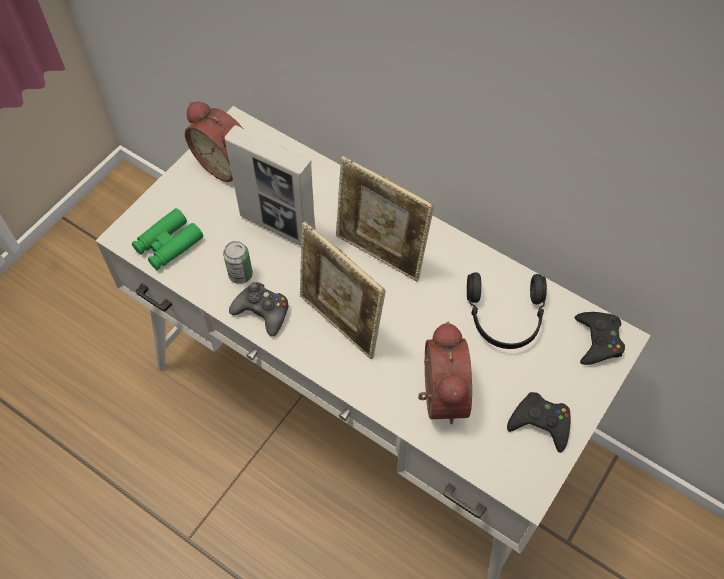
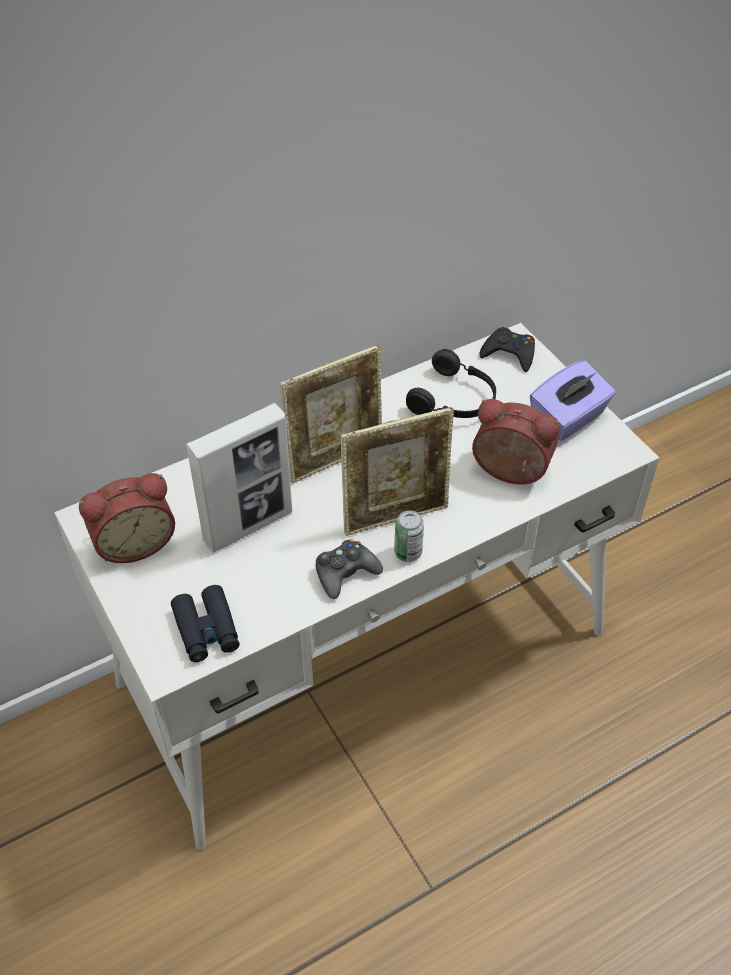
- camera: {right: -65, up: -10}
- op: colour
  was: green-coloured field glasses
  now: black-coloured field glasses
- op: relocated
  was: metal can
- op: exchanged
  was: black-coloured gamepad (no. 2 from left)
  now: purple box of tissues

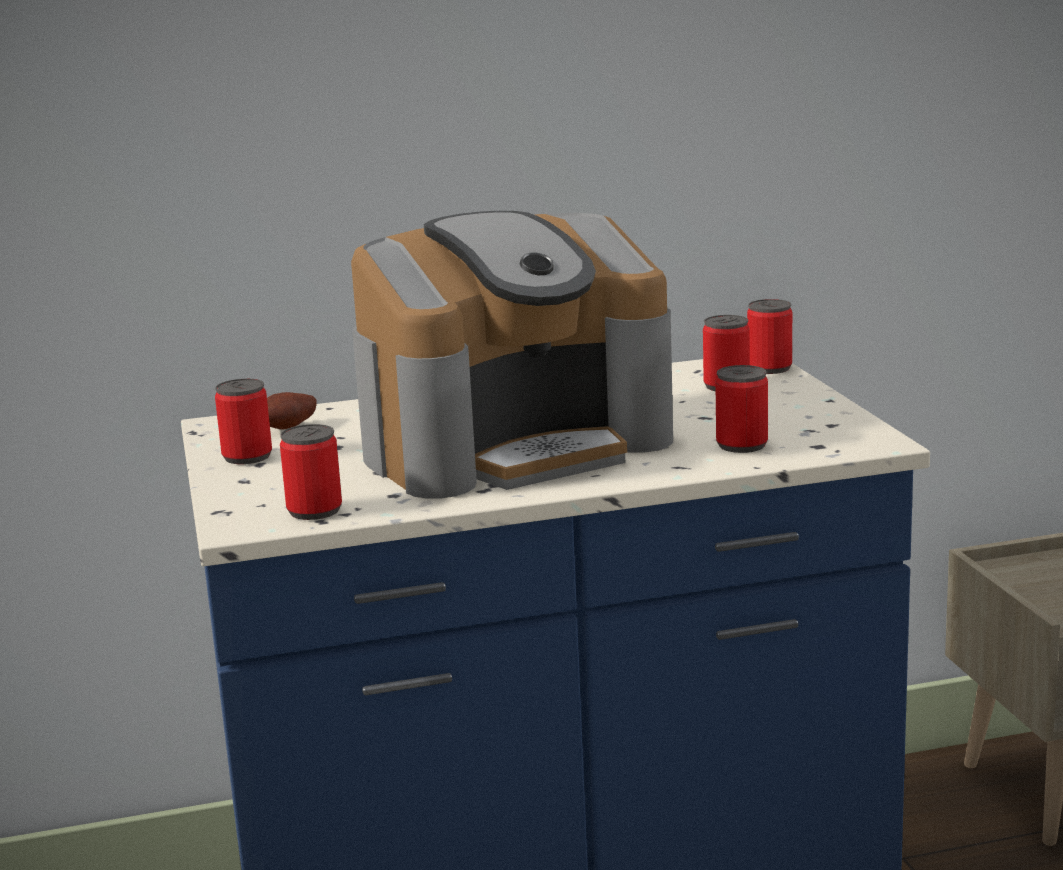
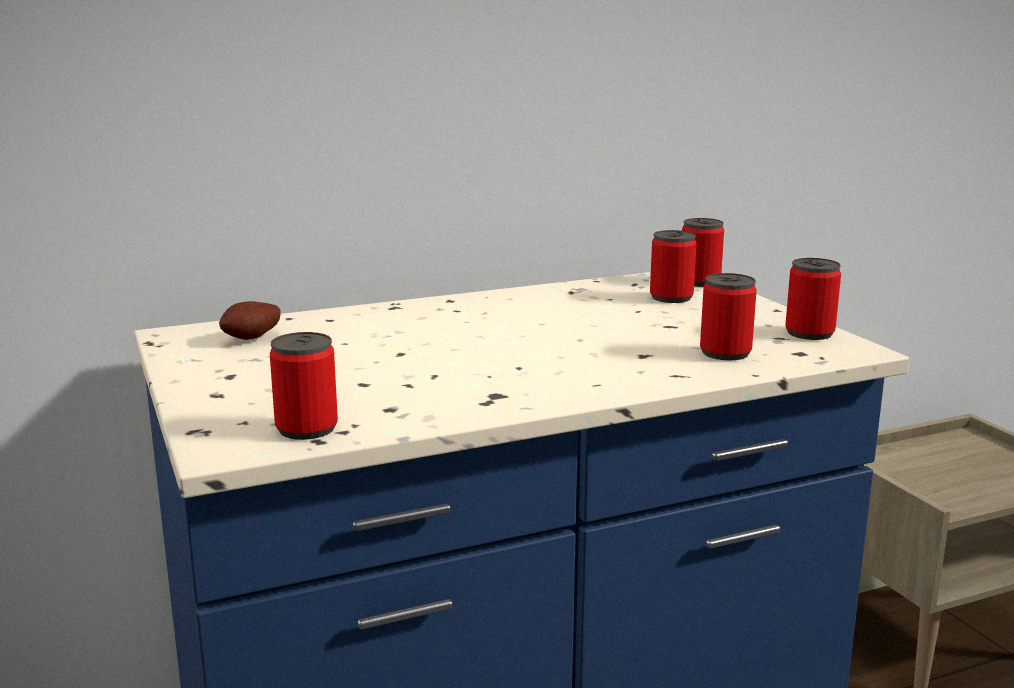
- camera: {right: -10, up: 0}
- op: relocated
  was: metal can (no. 1 from left in the first image)
  now: metal can (no. 5 from left)
- op: missing
  was: coffee machine

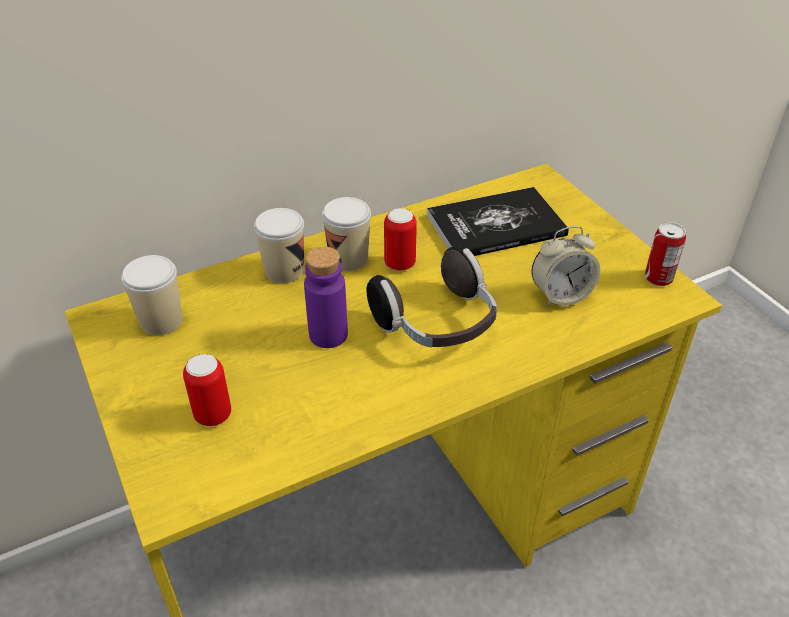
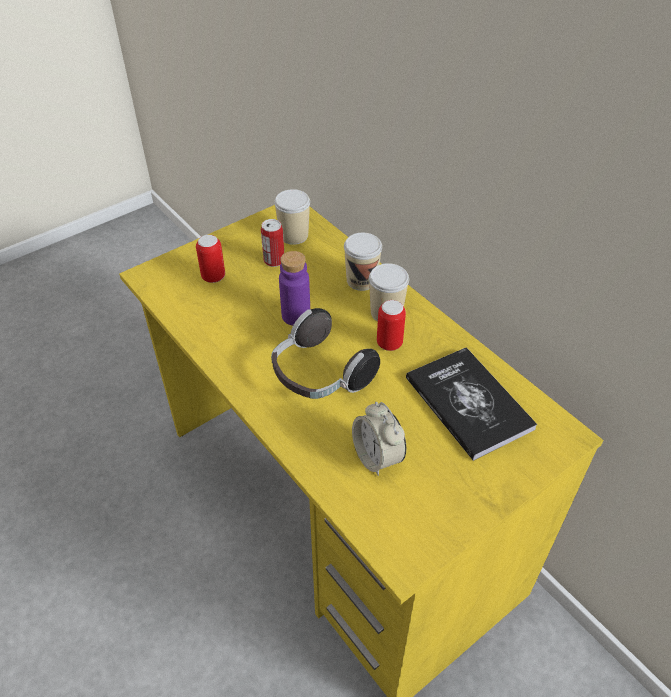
- camera: {right: 80, up: 5}
- op: relocated
  was: metal can (no. 3 from left in the first image)
  now: metal can (no. 2 from left)

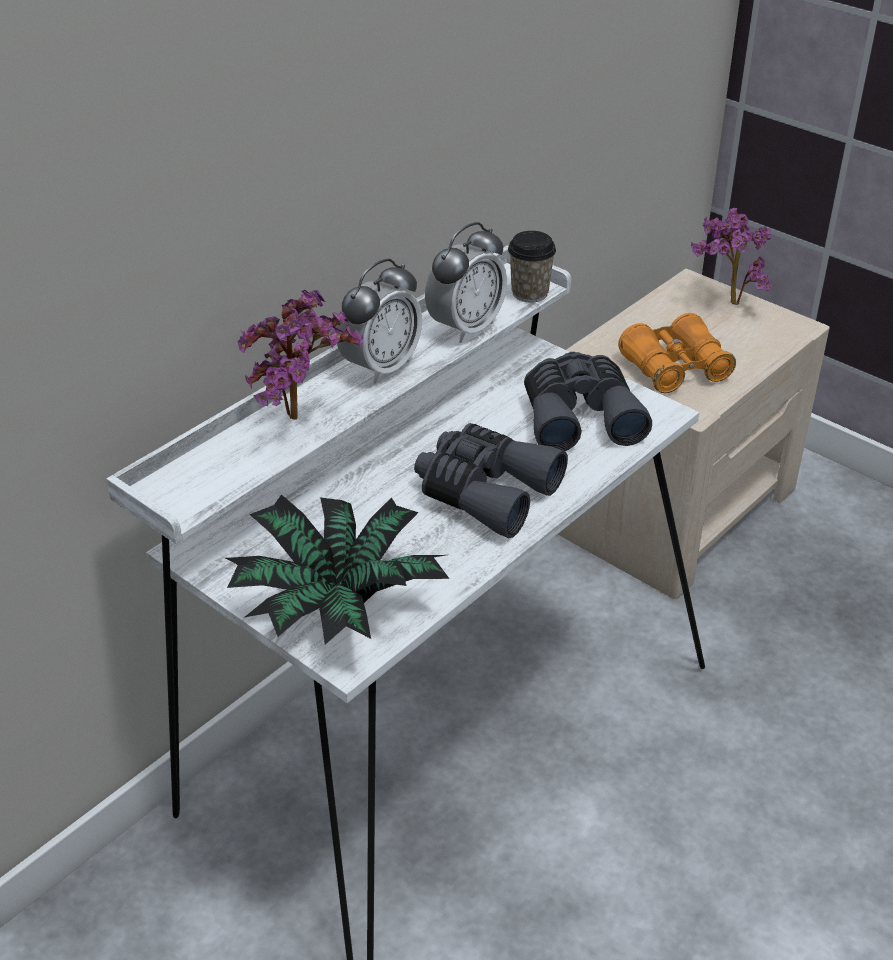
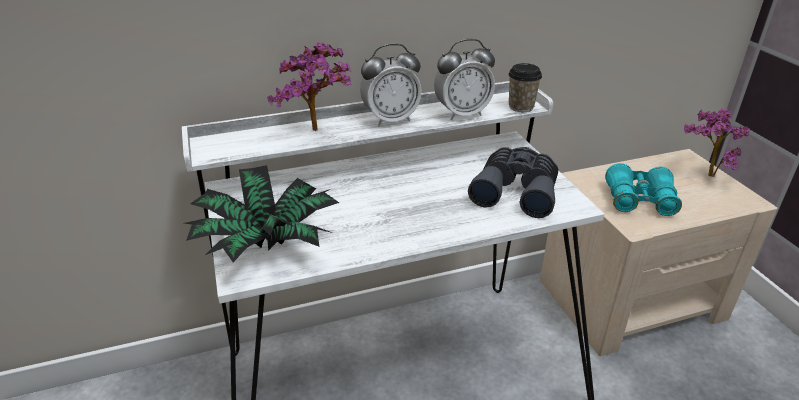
- camera: {right: 30, up: -5}
- op: missing
  was: grey field glasses (no. 1 from left)
- op: colour
  was: orangey field glasses
  now: turquoise field glasses

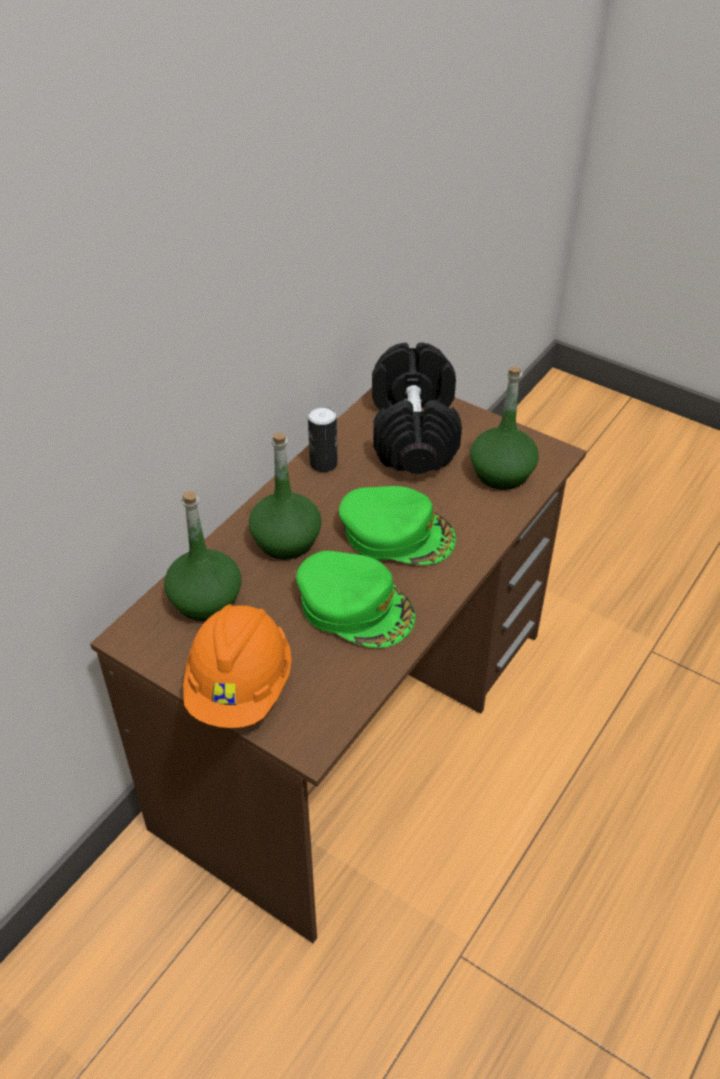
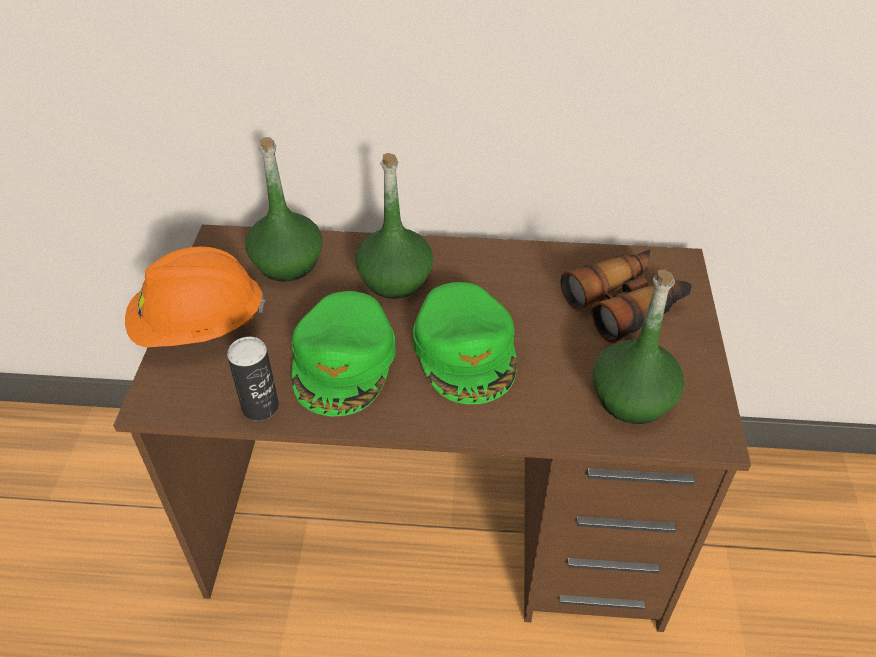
- camera: {right: 60, up: 0}
- op: relocated
  was: metal can
- op: exchanged
  was: black-coloured free weight
  now: field glasses

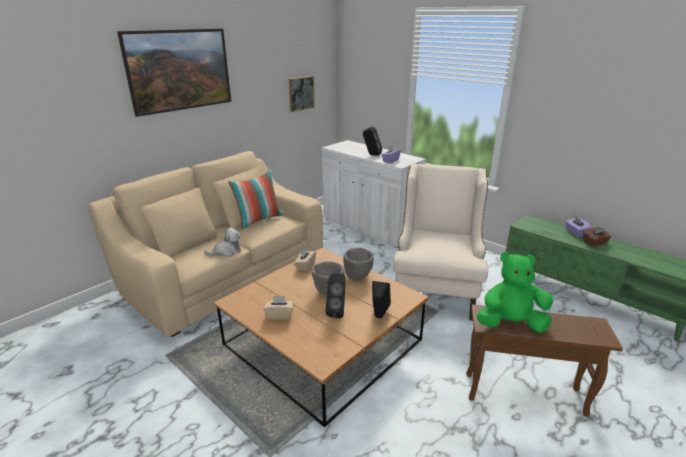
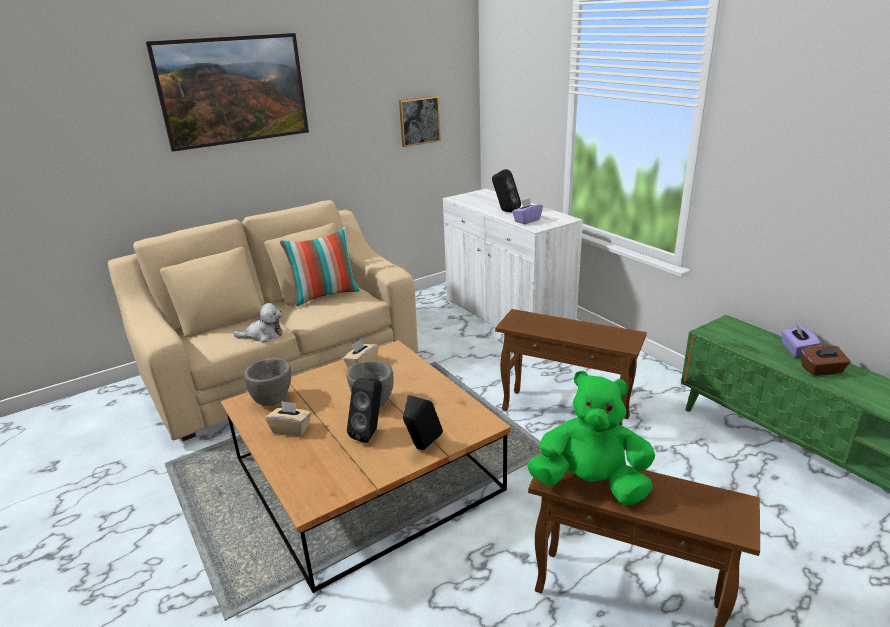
- camera: {right: 15, up: 0}
- op: relocated
  was: grey deep dish (no. 2 from left in the first image)
  now: grey deep dish (no. 1 from left)
- op: exchanged
  was: beige-coloured easy chair
  now: brown-coloured accent table (no. 1 from left)

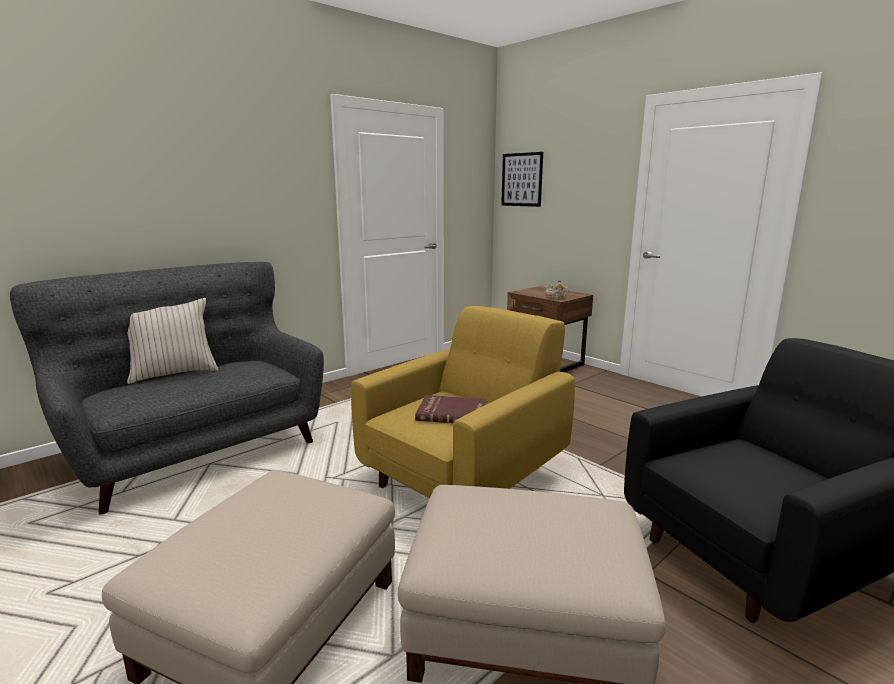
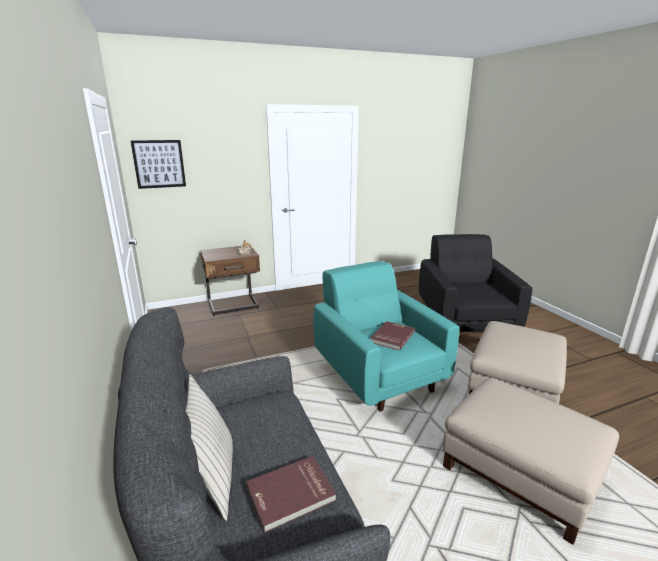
- camera: {right: -70, up: 5}
- op: colour
  was: yellow easy chair
  now: turquoise easy chair
- op: appeared
  now: red-coloured book (no. 1 from left)

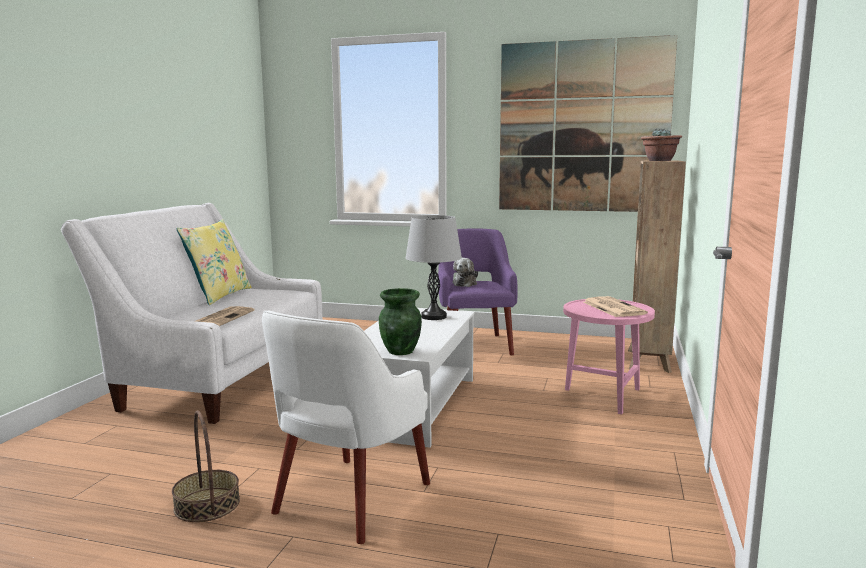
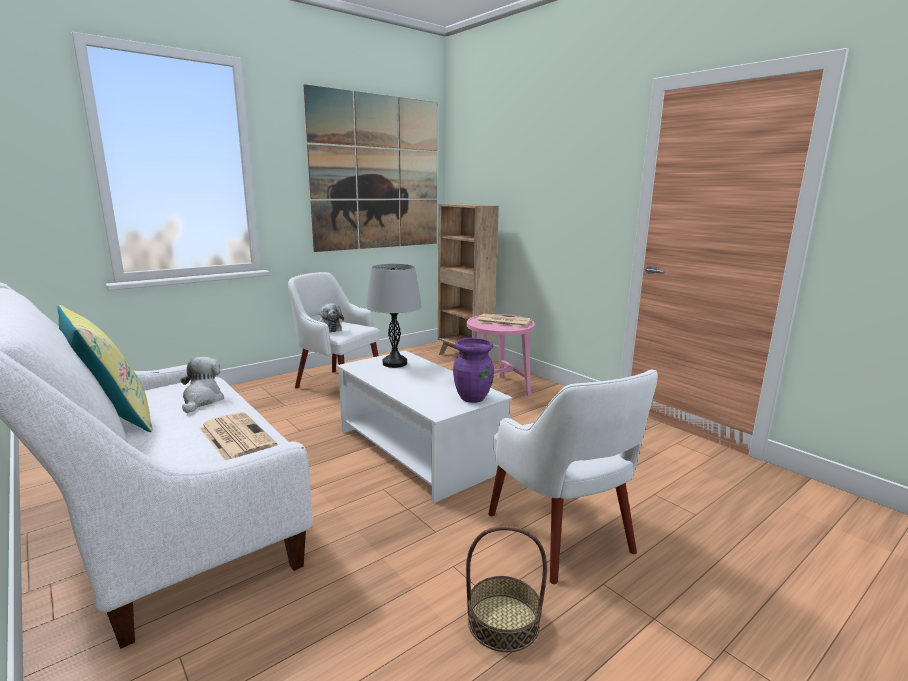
- camera: {right: -55, up: 5}
- op: colour
  was: green-coloured decorative vase
  now: purple decorative vase
- op: colour
  was: purple easy chair
  now: whitish easy chair (no. 1 from left)
- op: missing
  was: plant in a pot
- op: appeared
  now: plush toy (no. 1 from left)

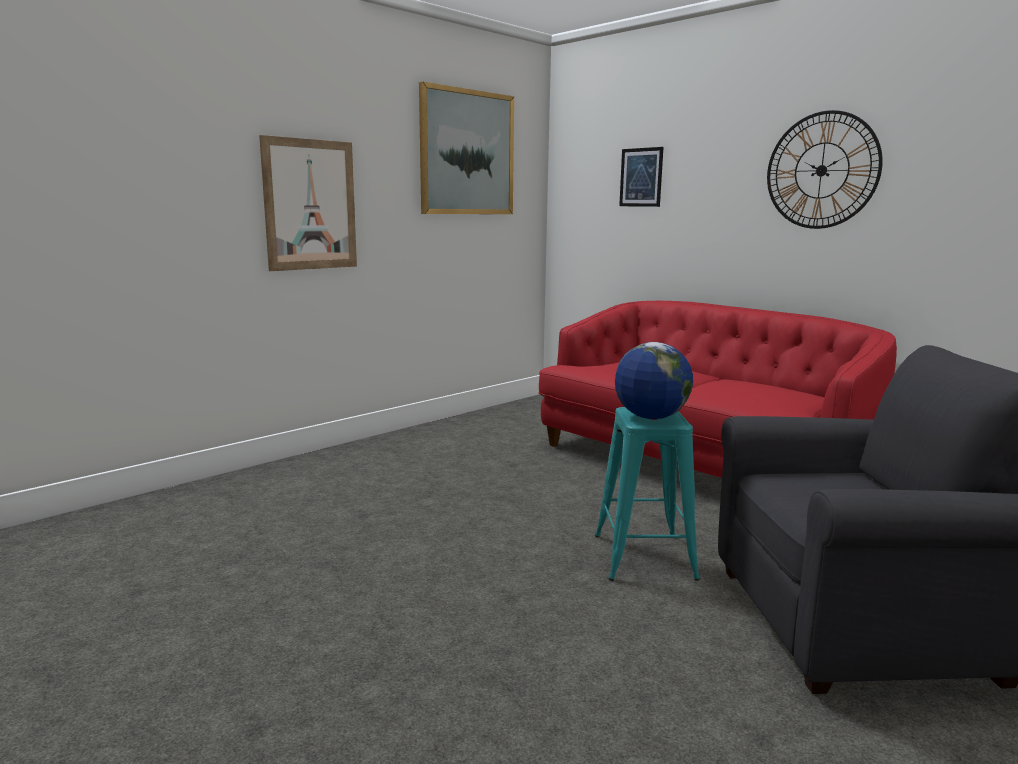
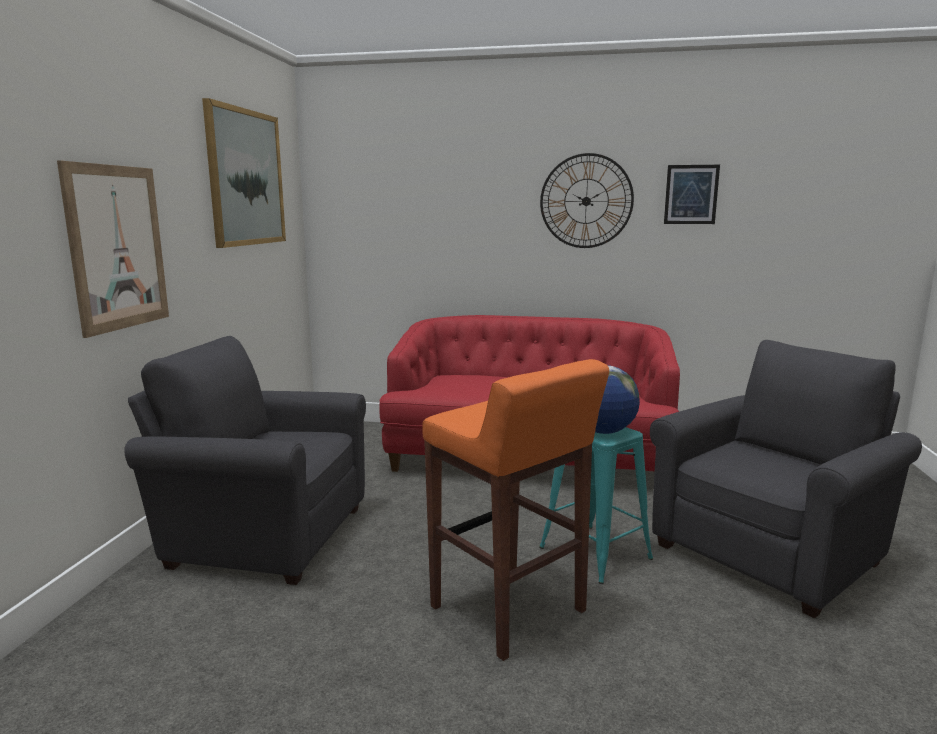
- camera: {right: -35, up: 0}
- op: relocated
  was: wall art (no. 3 from left)
- op: appeared
  now: grey easy chair (no. 1 from left)
- op: appeared
  now: orangey sitting stool

